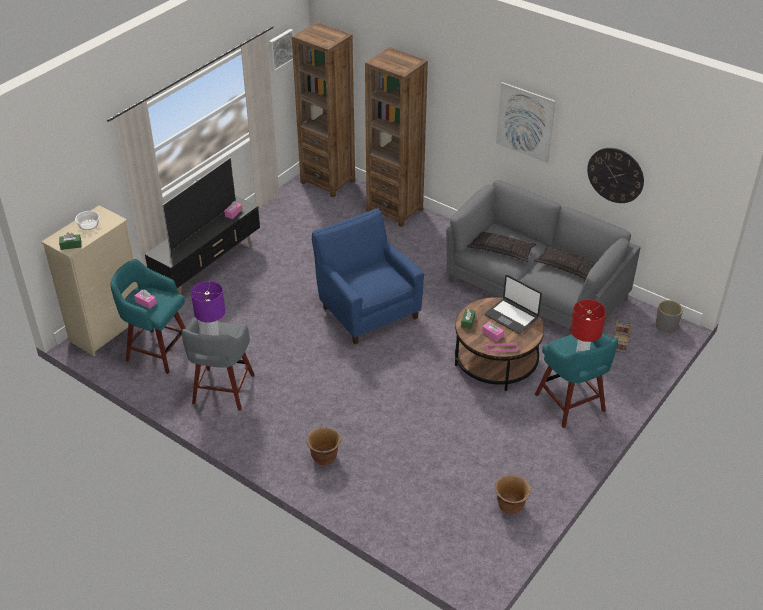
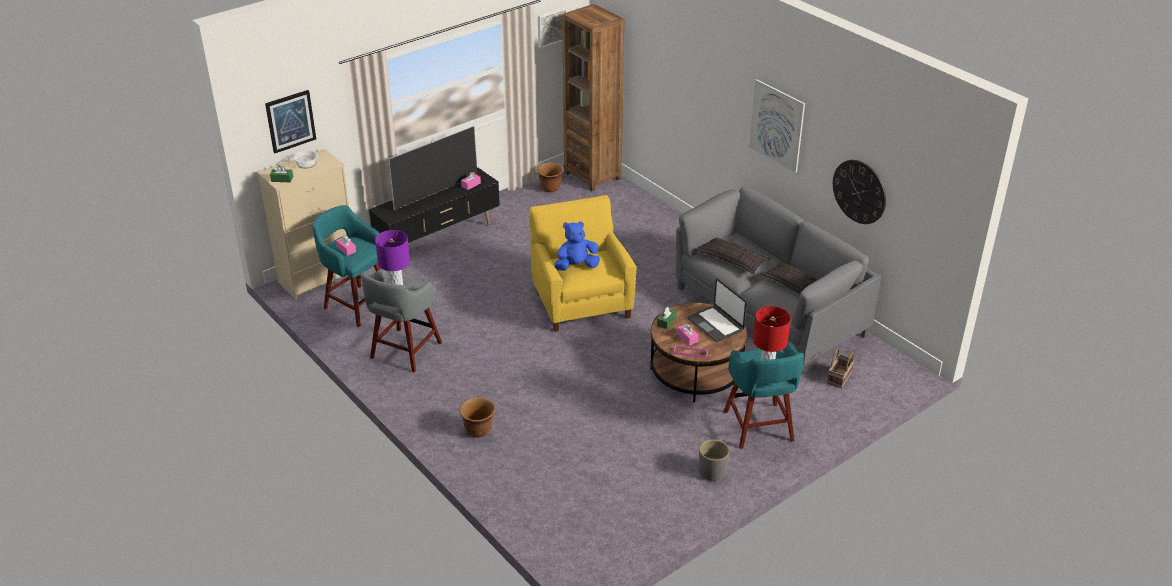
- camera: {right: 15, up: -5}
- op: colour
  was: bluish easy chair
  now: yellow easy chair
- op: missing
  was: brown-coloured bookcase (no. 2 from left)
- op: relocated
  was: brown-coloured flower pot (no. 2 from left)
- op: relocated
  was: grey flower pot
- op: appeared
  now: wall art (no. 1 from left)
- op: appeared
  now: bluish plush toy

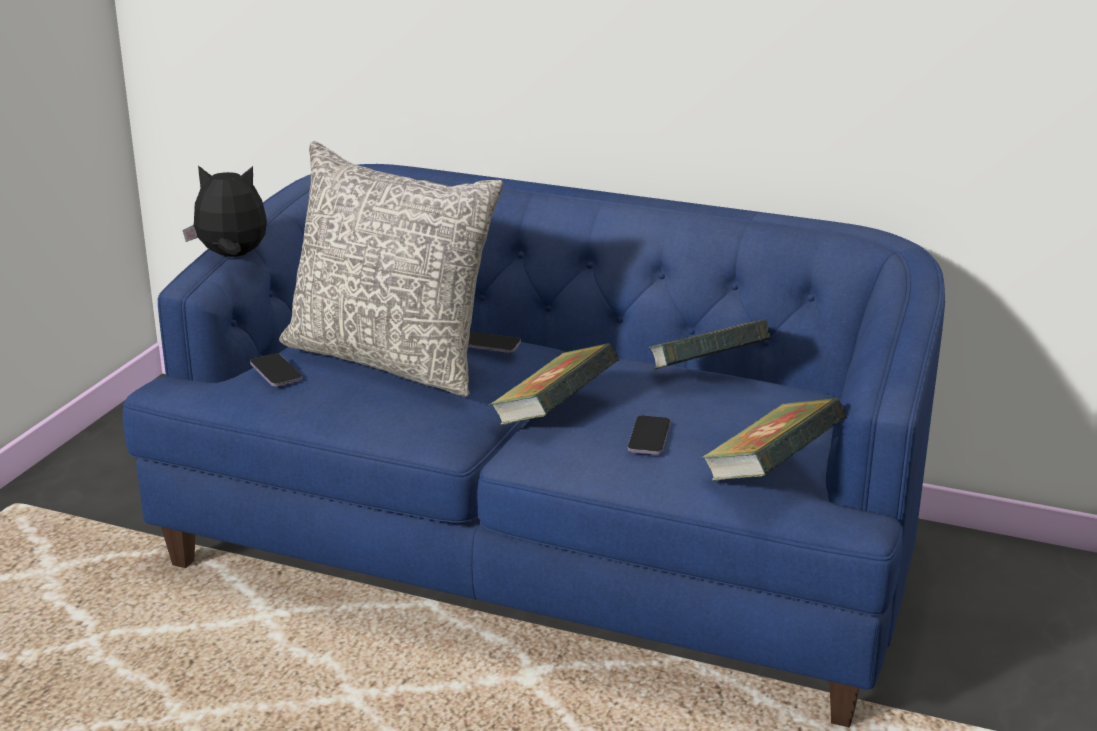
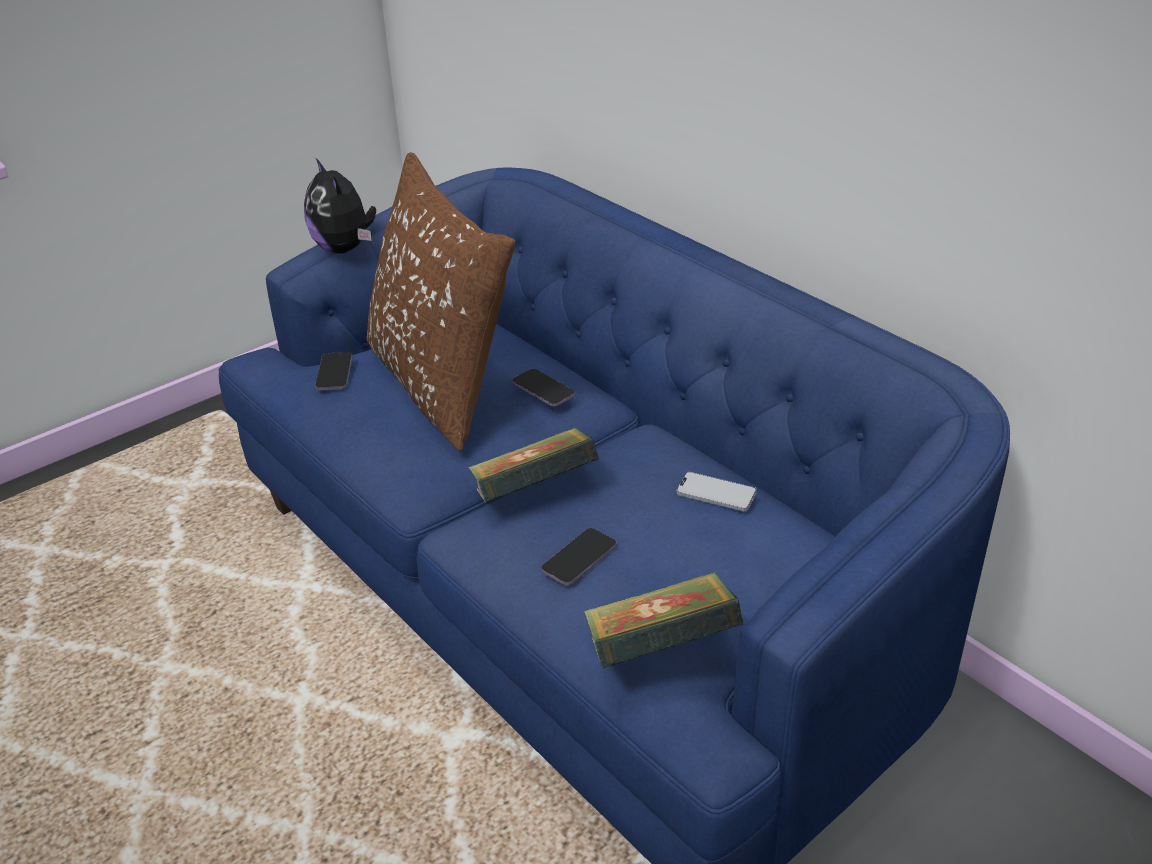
- camera: {right: 30, up: 10}
- op: spun
  was: plush toy
  clockwise: -150
- op: colour
  was: grey cushion
  now: brown-coloured cushion
- op: exchanged
  was: book (no. 2 from left)
  now: phone (no. 4 from left)

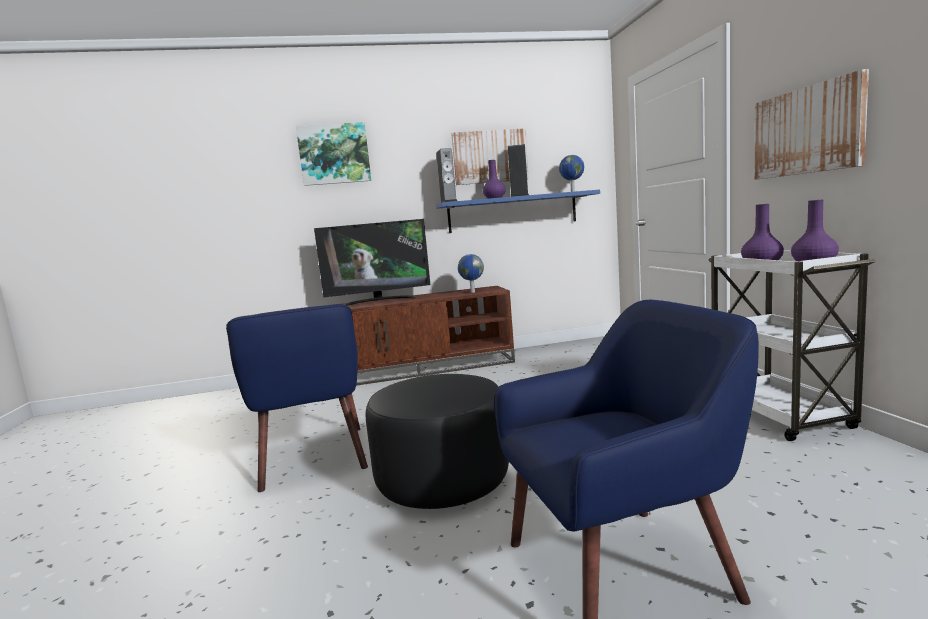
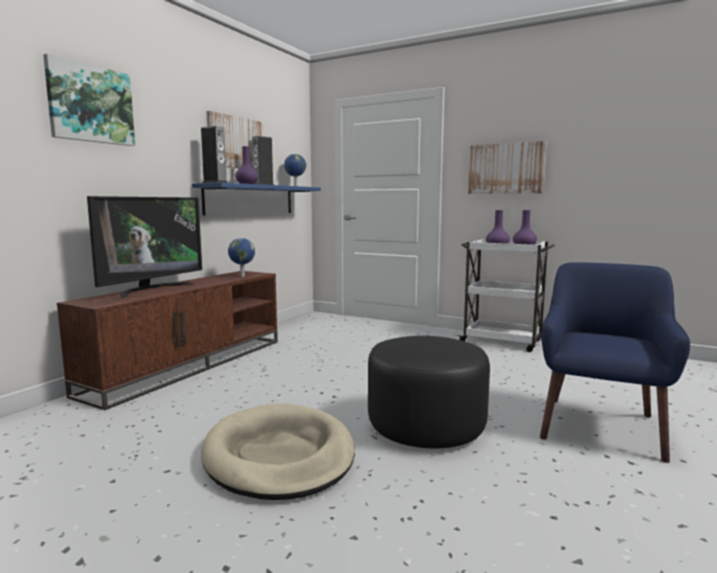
- camera: {right: -50, up: 0}
- op: exchanged
  was: bluish easy chair (no. 1 from left)
  now: beige-coloured dog bed

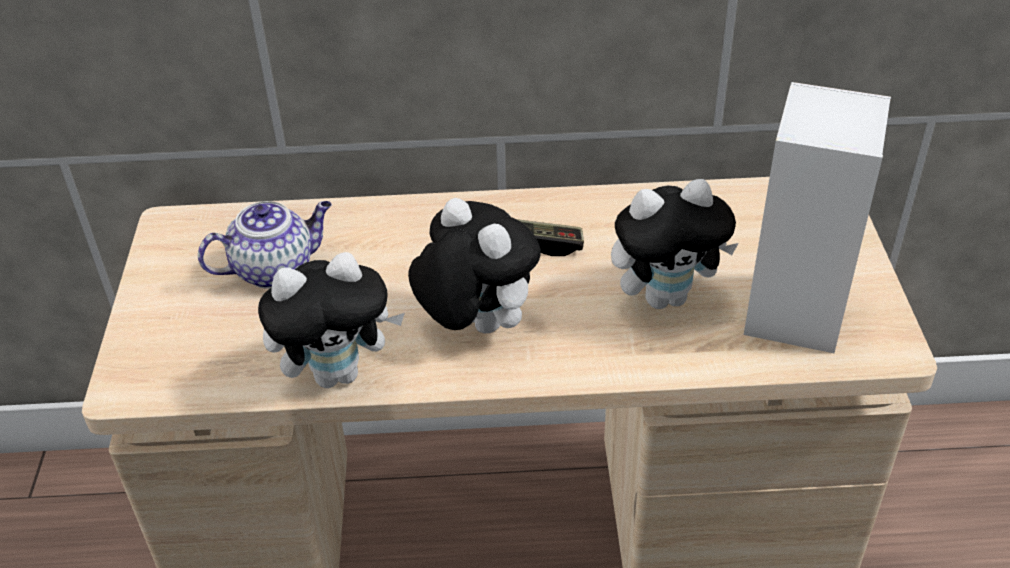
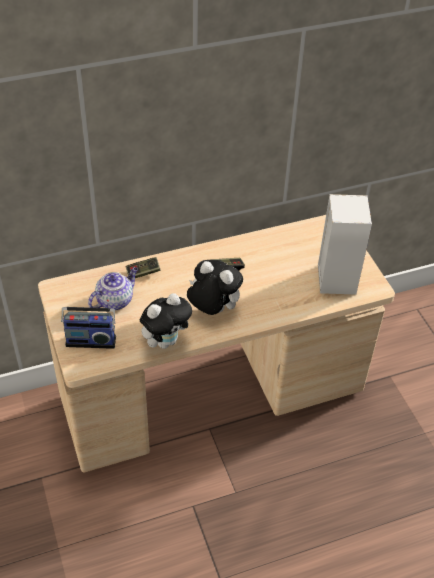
- camera: {right: -20, up: 5}
- op: missing
  was: plush toy (no. 3 from left)
- op: appeared
  now: radio set
- op: appeared
  now: gamepad (no. 1 from left)

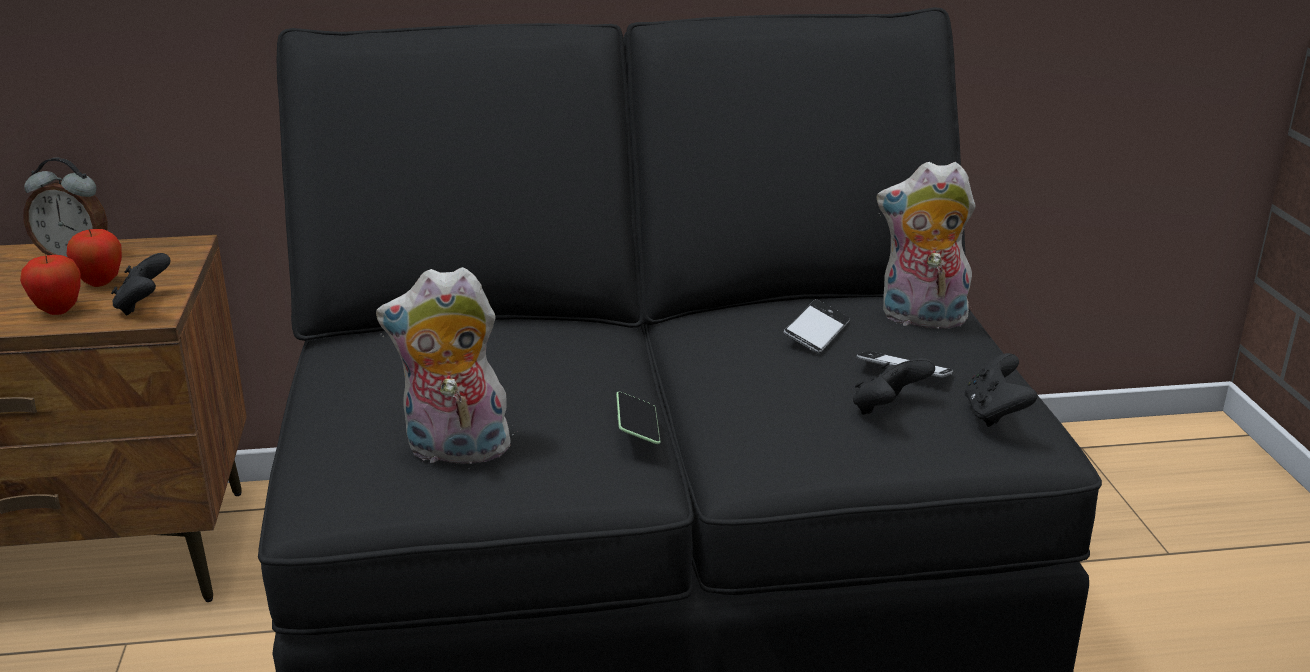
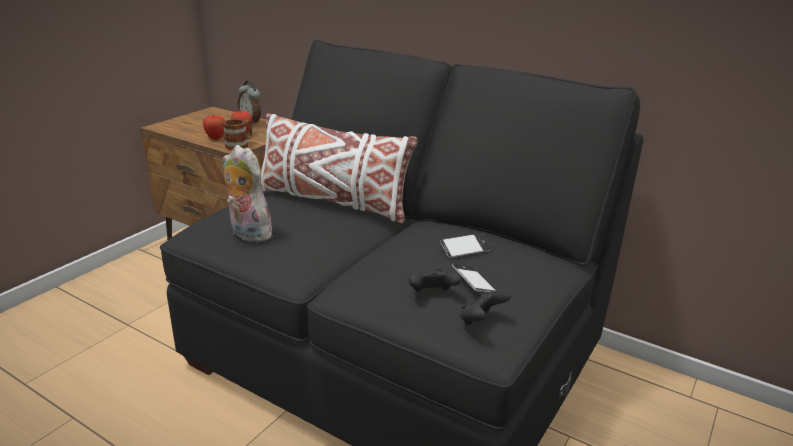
- camera: {right: 40, up: 0}
- op: exchanged
  was: black-coloured gamepad (no. 1 from left)
  now: coffee mug
- op: missing
  was: phone (no. 1 from left)
- op: missing
  was: plush toy (no. 2 from left)
- op: appeared
  now: whitish cushion

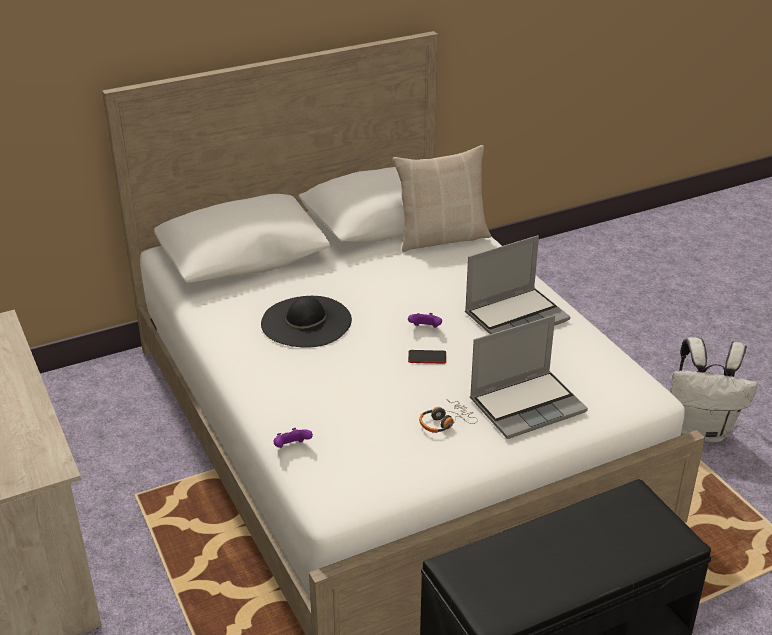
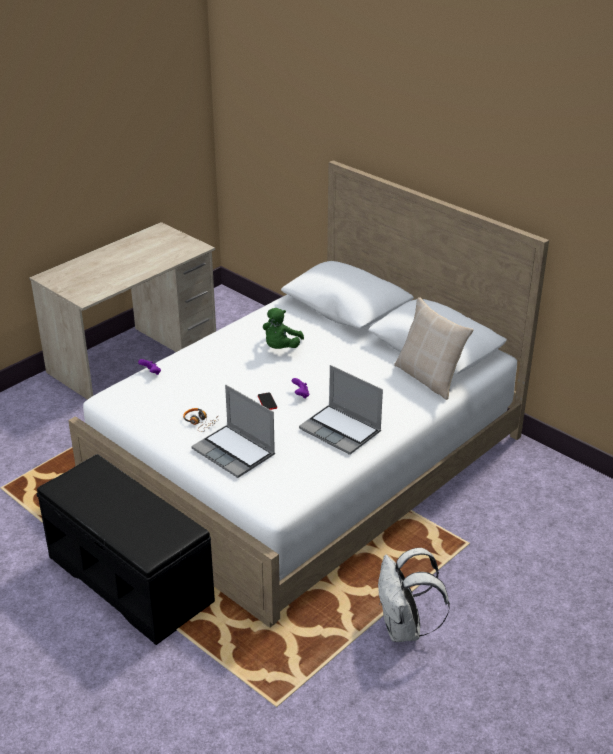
- camera: {right: 70, up: 0}
- op: exchanged
  was: black-coloured clothing hat
  now: green-coloured plush toy

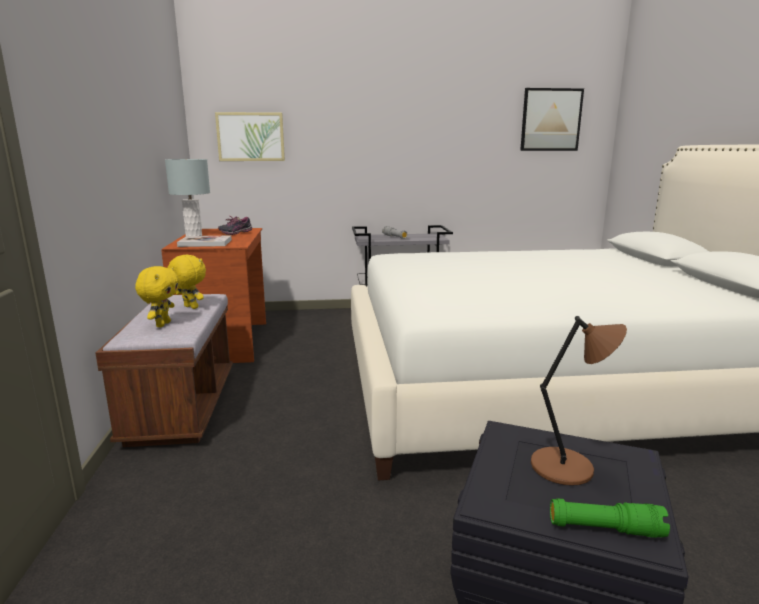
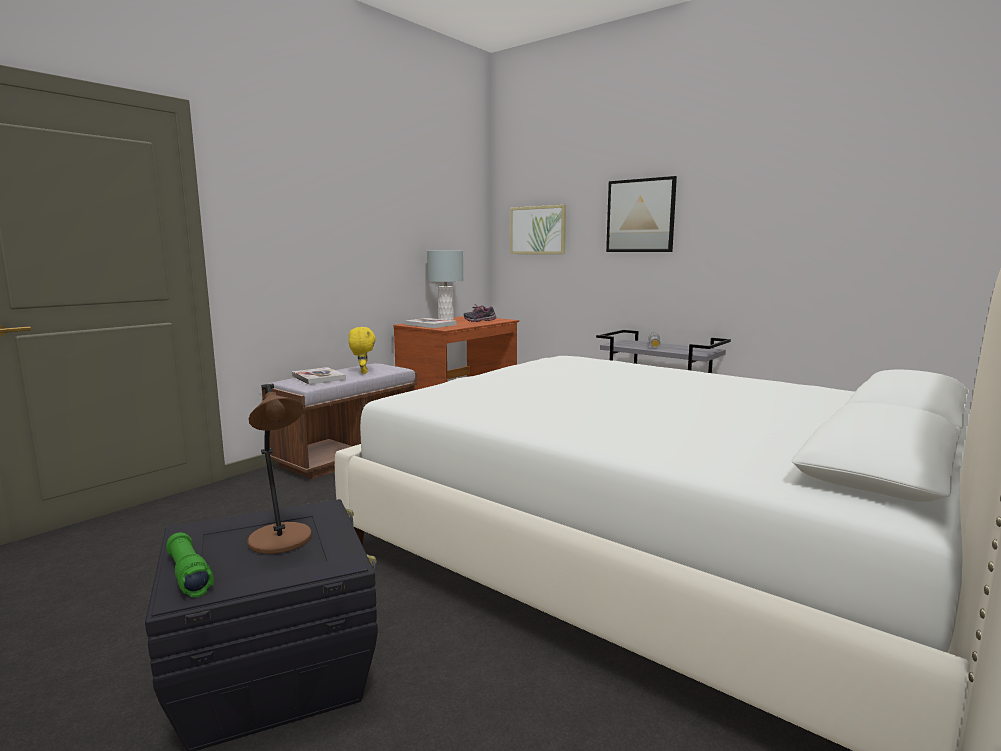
- camera: {right: 45, up: -5}
- op: exchanged
  was: yellow plush toy (no. 1 from left)
  now: book (no. 1 from left)
- op: relocated
  was: wall art (no. 2 from left)

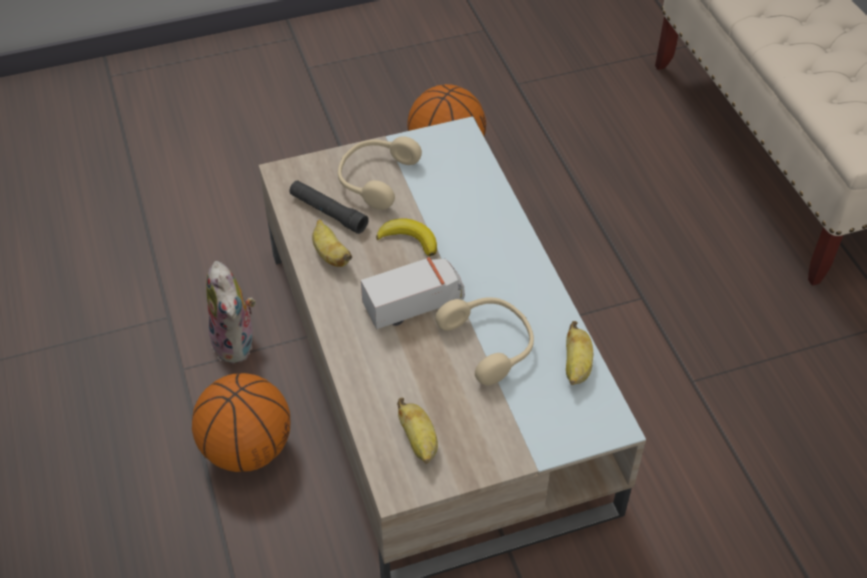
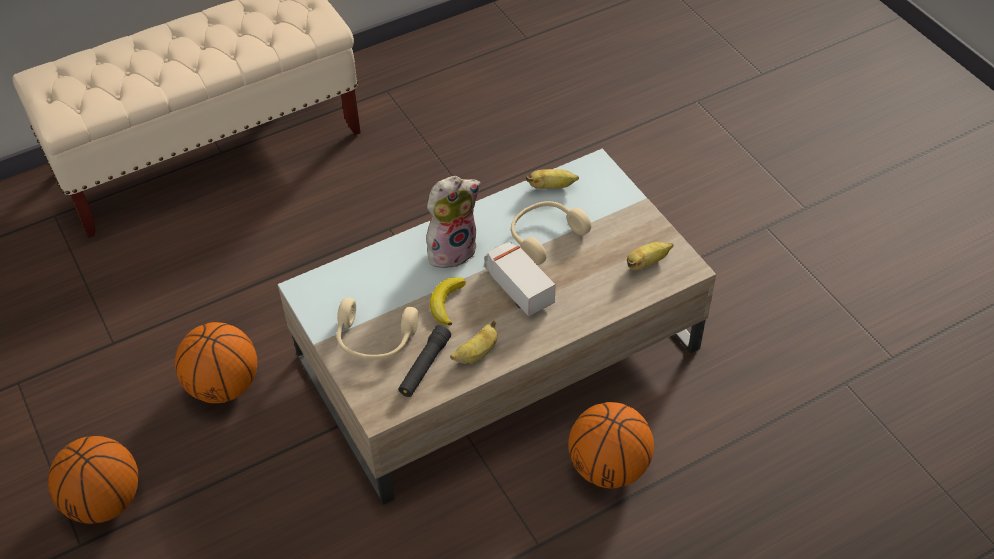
- camera: {right: -100, up: 0}
- op: relocated
  was: plush toy
- op: appeared
  now: basketball (no. 1 from left)

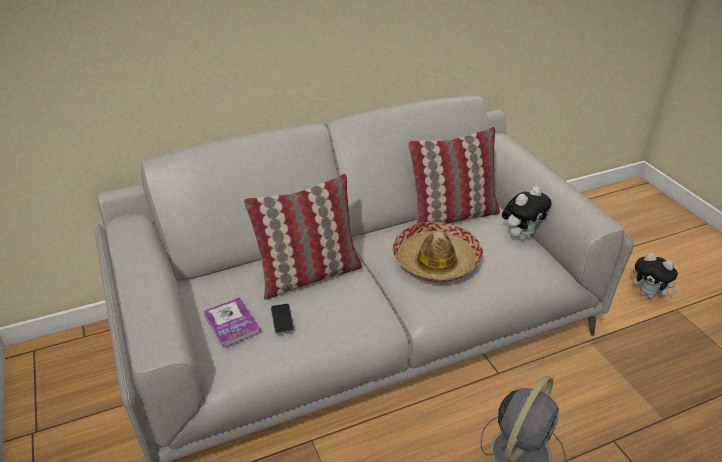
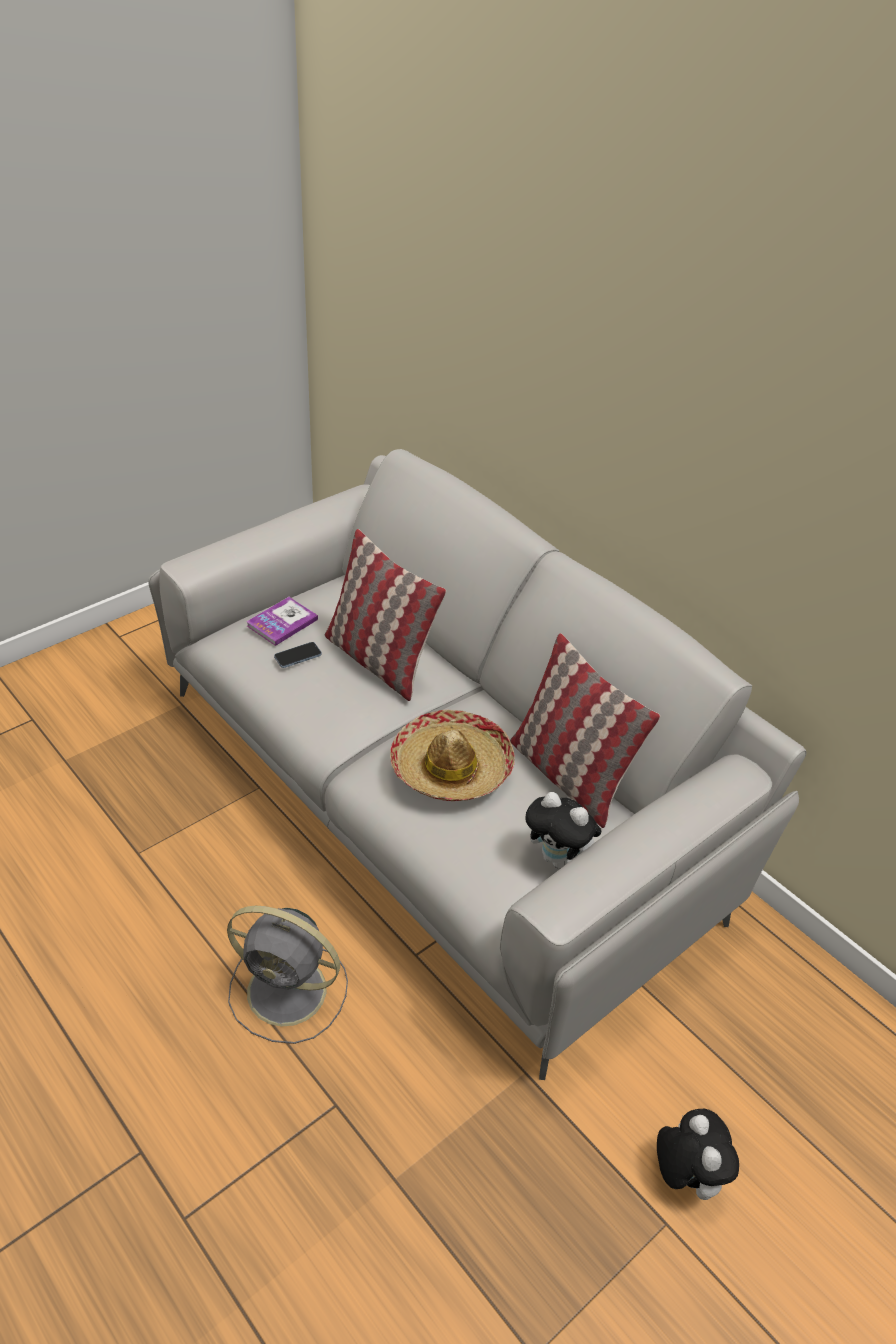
- camera: {right: 70, up: 5}
- op: spun
  was: plush toy (no. 2 from left)
  clockwise: 150

